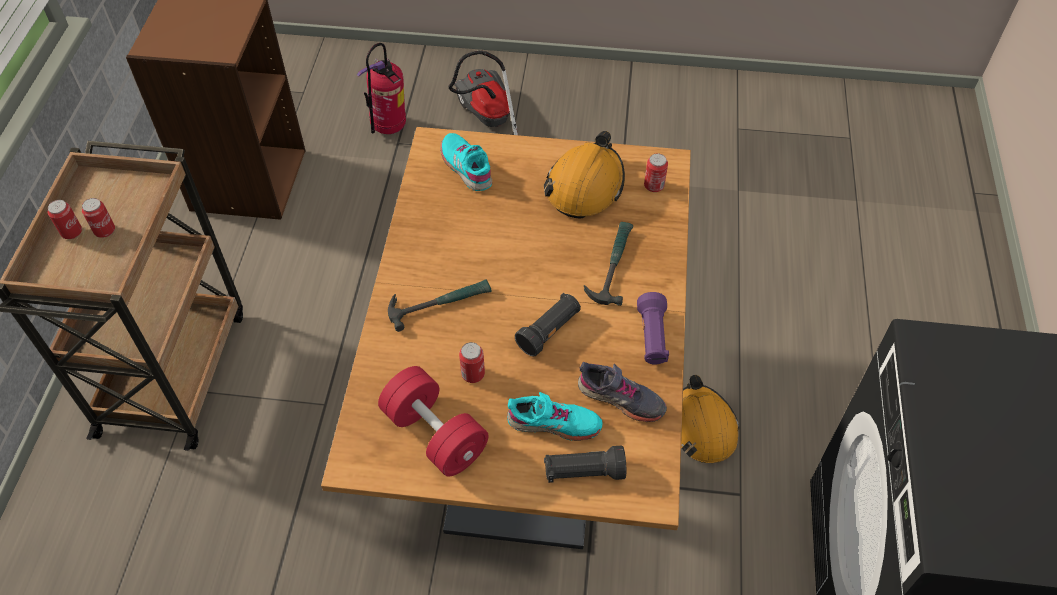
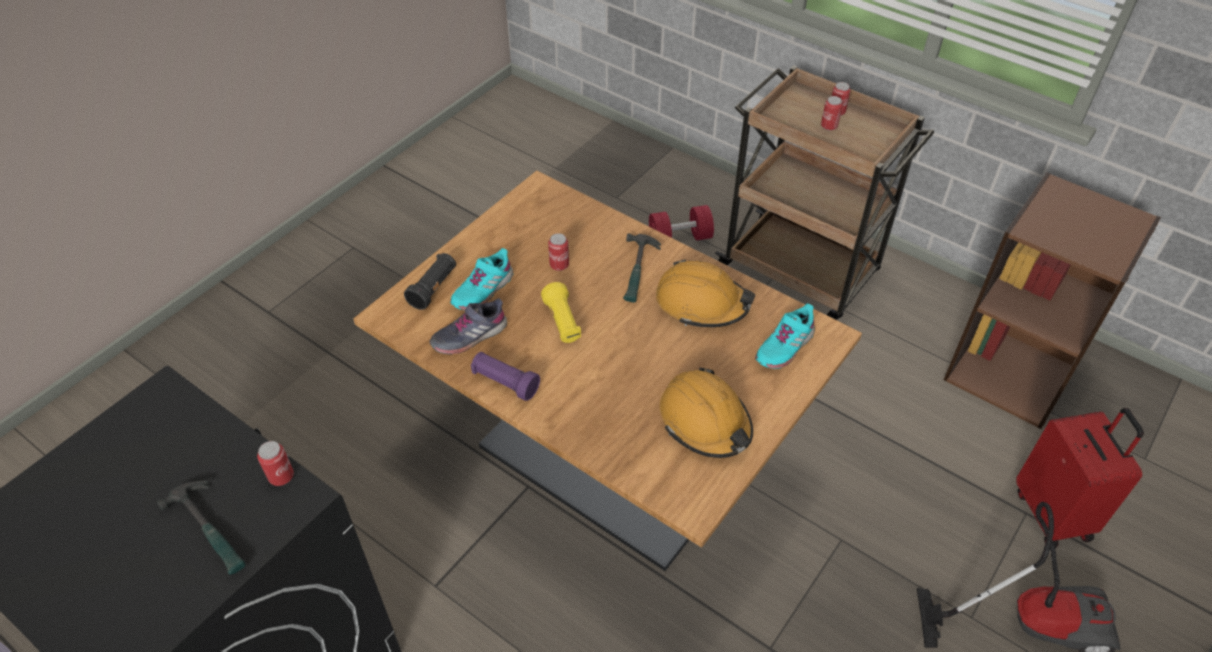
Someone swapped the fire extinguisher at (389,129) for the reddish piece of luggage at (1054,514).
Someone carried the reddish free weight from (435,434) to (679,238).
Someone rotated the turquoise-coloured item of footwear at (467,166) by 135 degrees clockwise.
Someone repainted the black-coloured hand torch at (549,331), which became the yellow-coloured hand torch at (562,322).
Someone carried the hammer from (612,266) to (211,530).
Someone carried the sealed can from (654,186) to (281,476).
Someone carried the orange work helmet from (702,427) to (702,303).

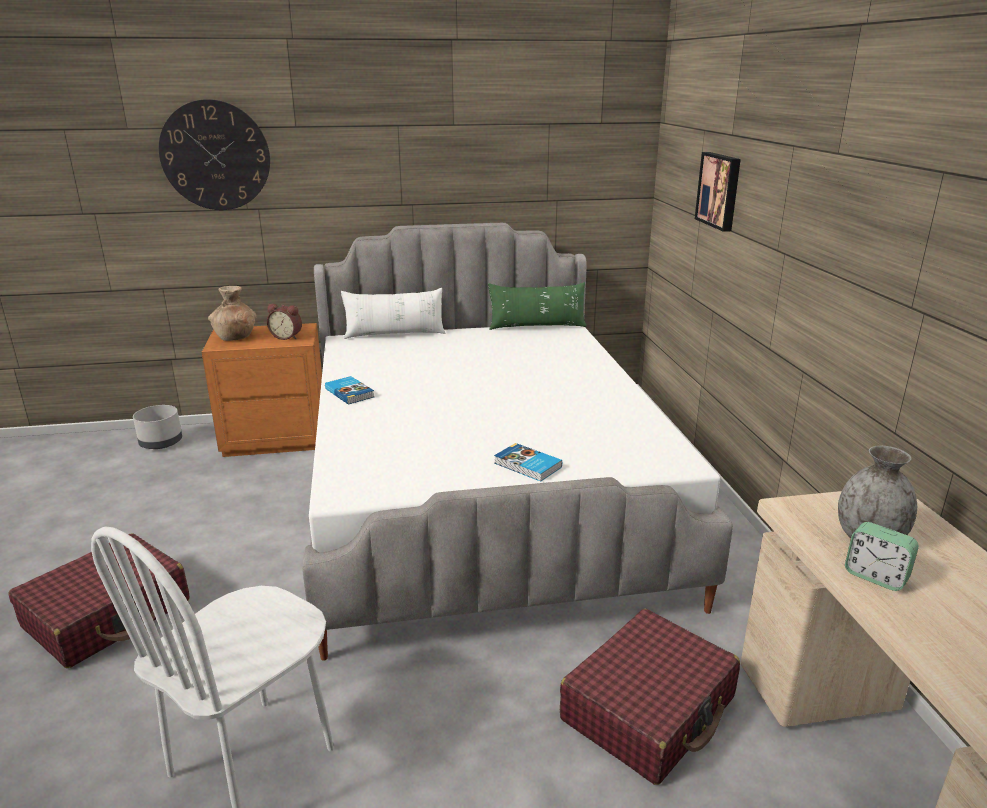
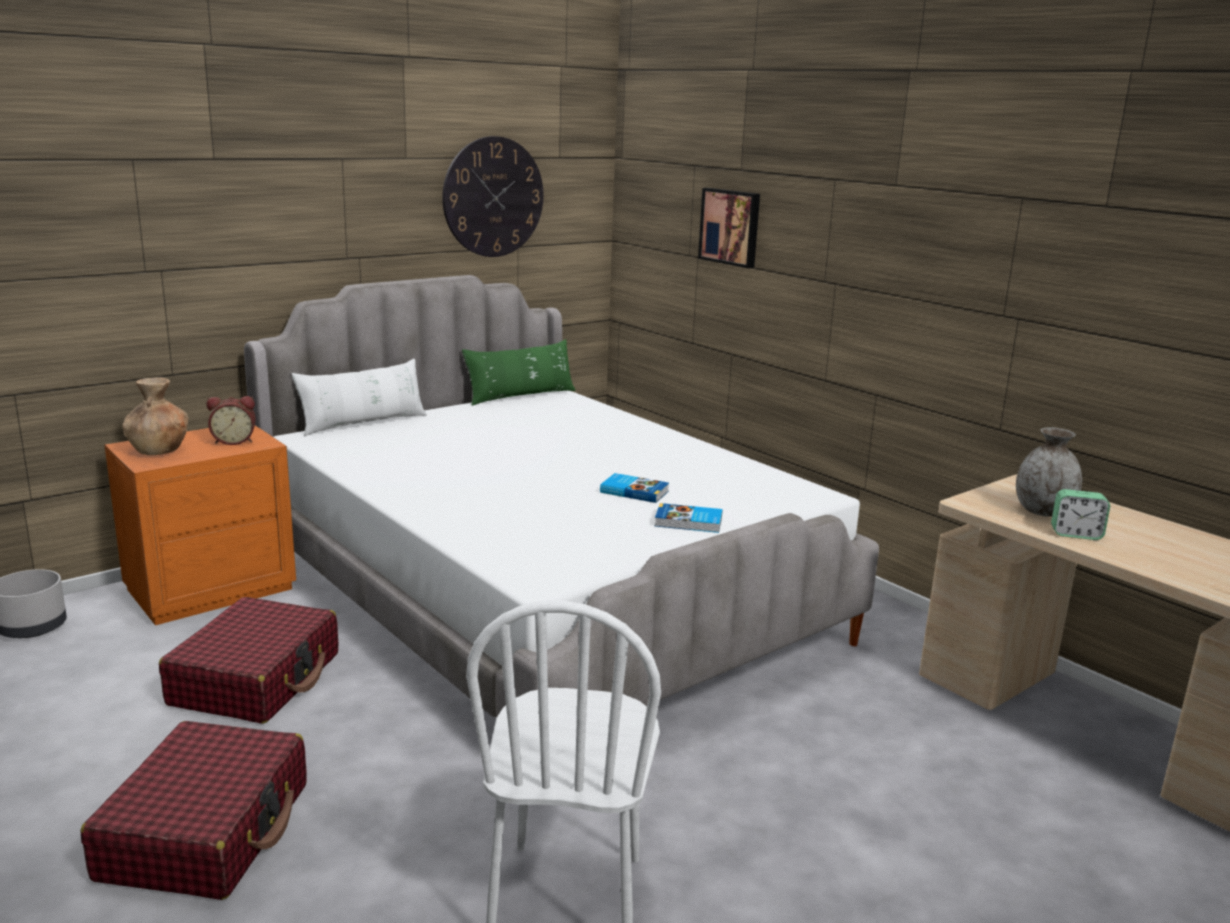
Someone carried the clock on the wall from (215,156) to (493,197).
Someone carried the bound book from (350,393) to (634,491).
Someone carried the reddish piece of luggage from (649,709) to (257,679).

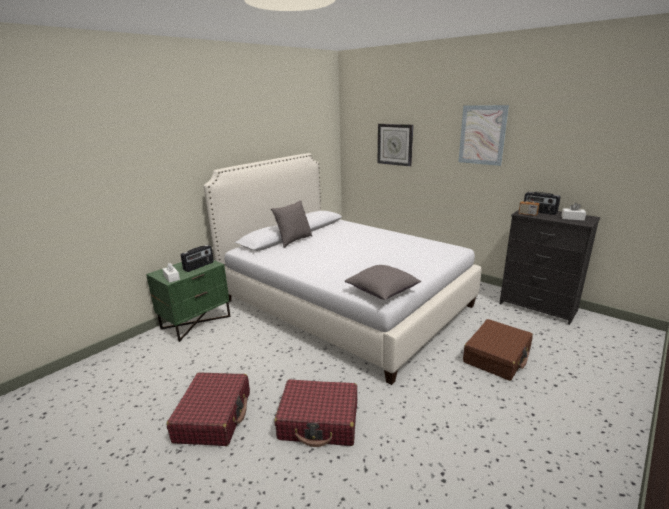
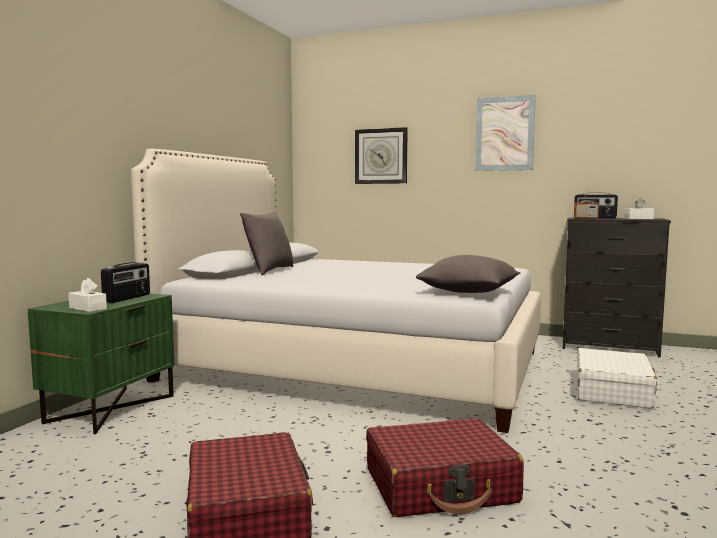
Someone repainted the brown-coloured piece of luggage at (497,357), which became the white-coloured piece of luggage at (612,391).

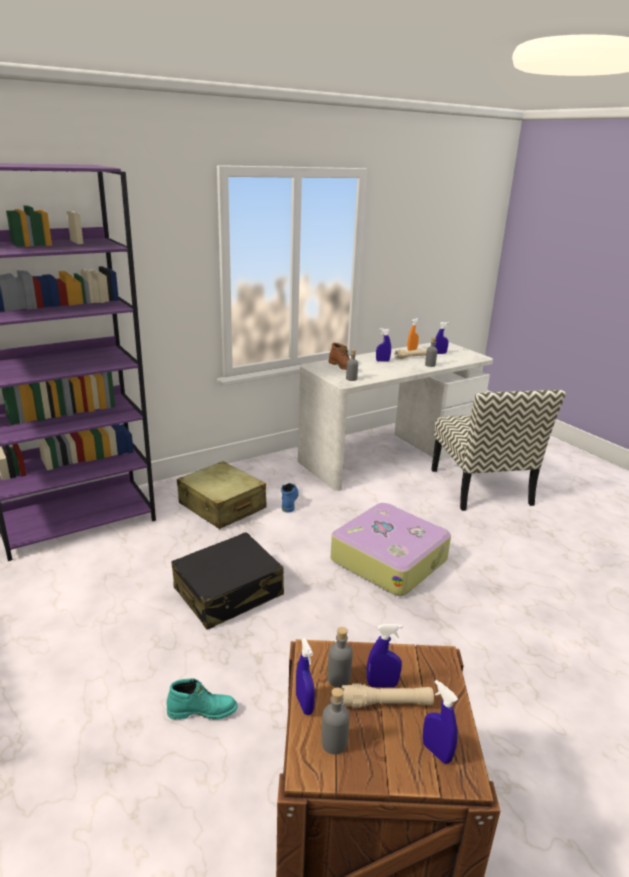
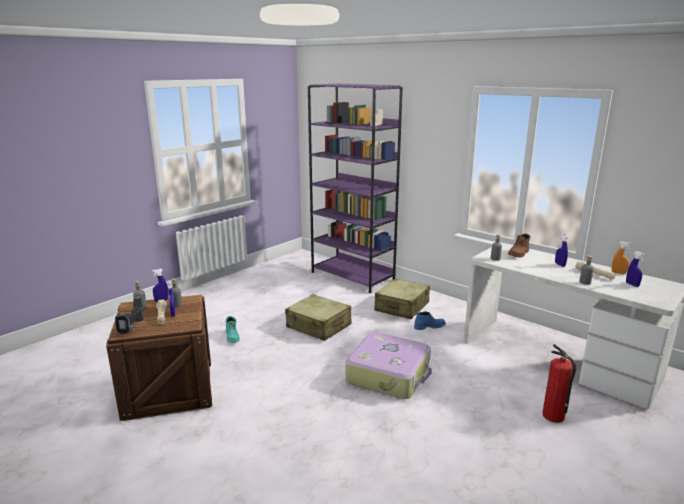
Someone repainted the black-coloured piece of luggage at (229,592), which became the beige-coloured piece of luggage at (319,326).
Someone swapped the blue-coloured hand sprayer at (436,752) for the electric drill at (133,327).
Someone swapped the upright chair at (481,488) for the fire extinguisher at (553,416).

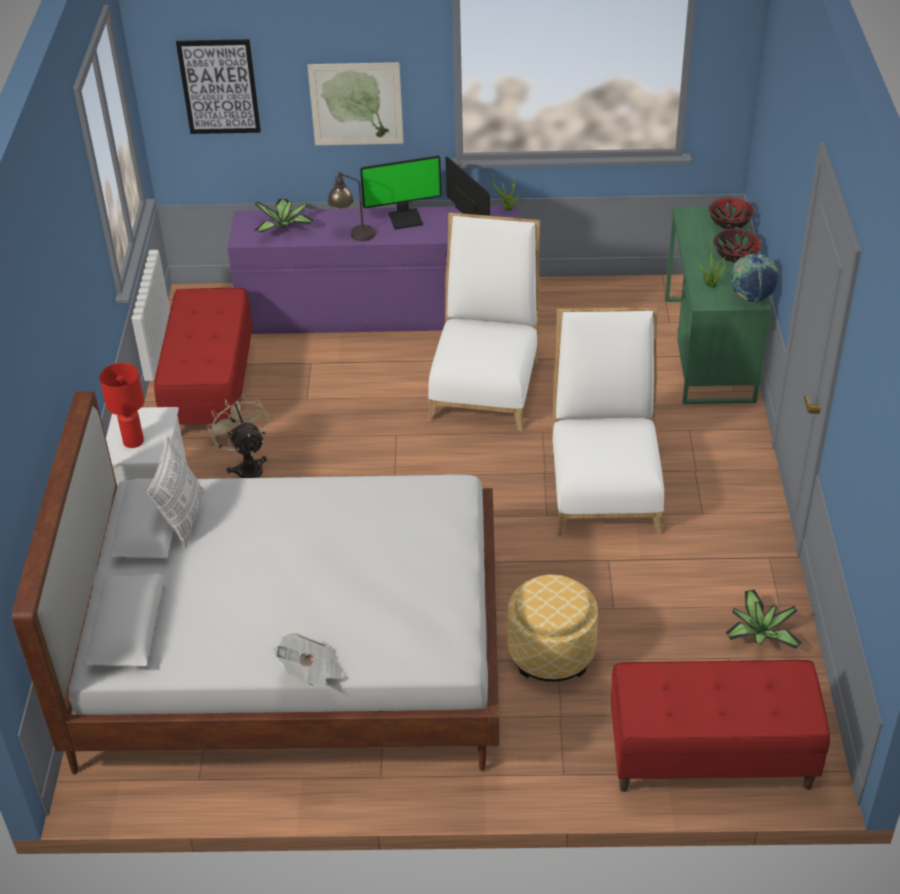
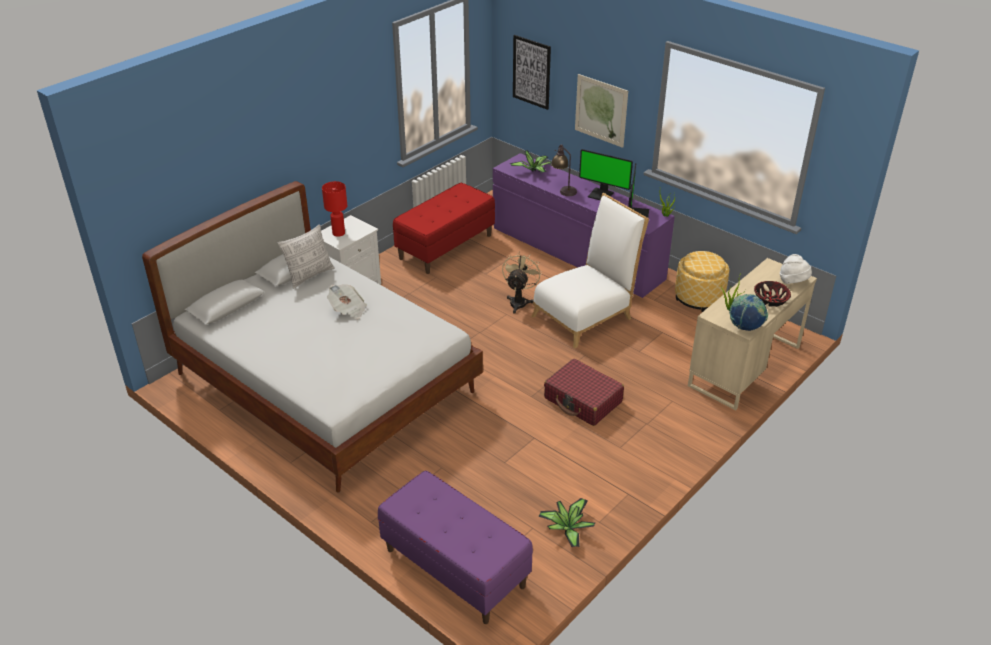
Someone carried the beige-coloured fan from (247,468) to (519,301).
Someone carried the printed paper from (312,672) to (348,310).
Someone carried the pouffe from (551,652) to (699,297).
Someone swapped the white-coloured upright chair at (604,485) for the reddish piece of luggage at (583,400).
Someone repainted the reddish bench at (710,757), which became the purple-coloured bench at (454,568).
Someone repainted the green-coloured desk unit at (708,349), which became the beige-coloured desk unit at (744,366).
Someone swapped the bowl at (729,221) for the white-coloured hat at (793,282).

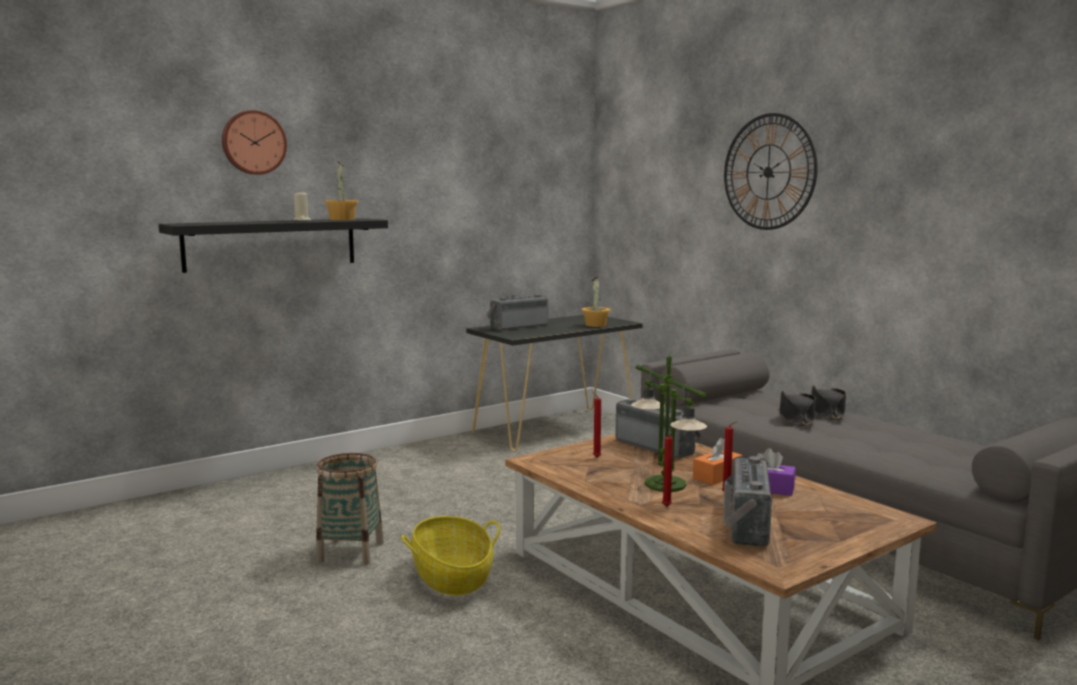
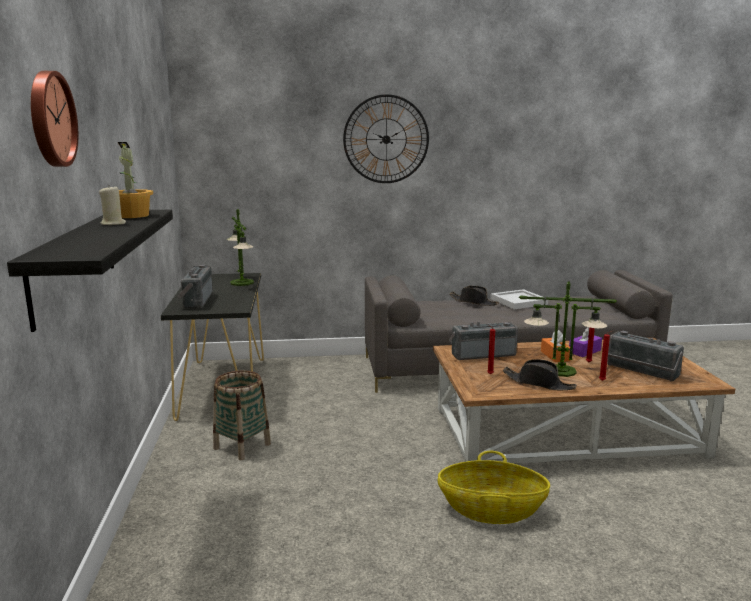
Someone carried the basket from (350,552) to (242,446).
Someone swapped the plant in a pot at (596,325) for the lamp for a table at (241,282).
Someone carried the black-coloured hat from (796,417) to (538,383).
Someone put down the white-coloured carrying tray at (518,302).

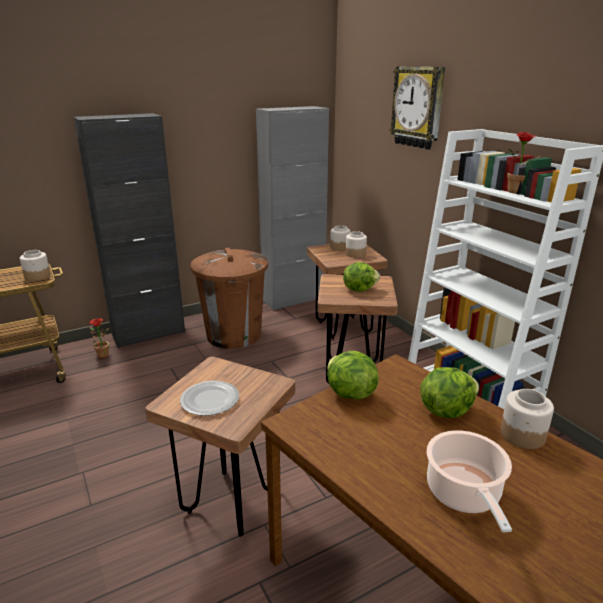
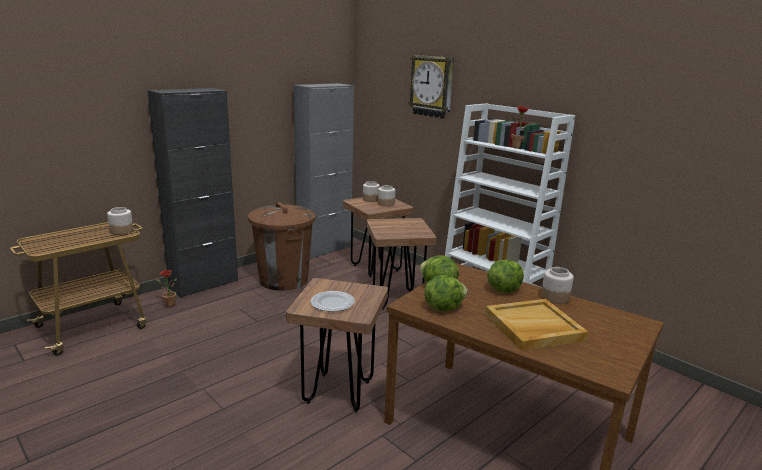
Someone carried the lettuce head from (359,289) to (443,307).
Someone swapped the cooking pot at (464,494) for the beige-coloured carrying tray at (533,327).

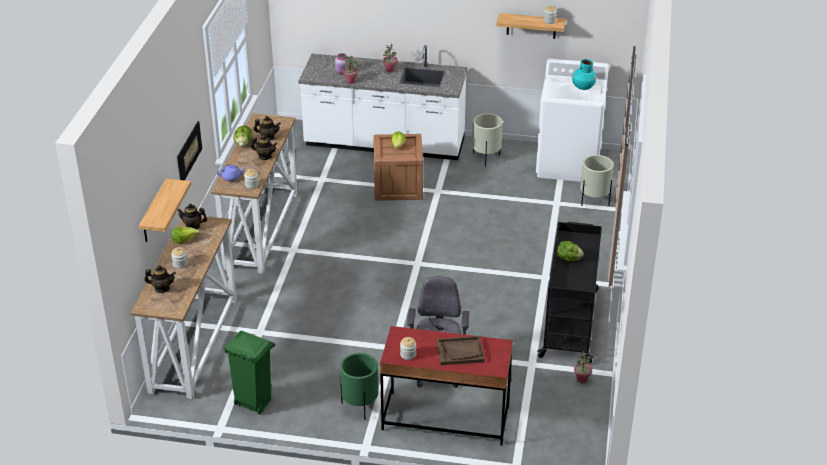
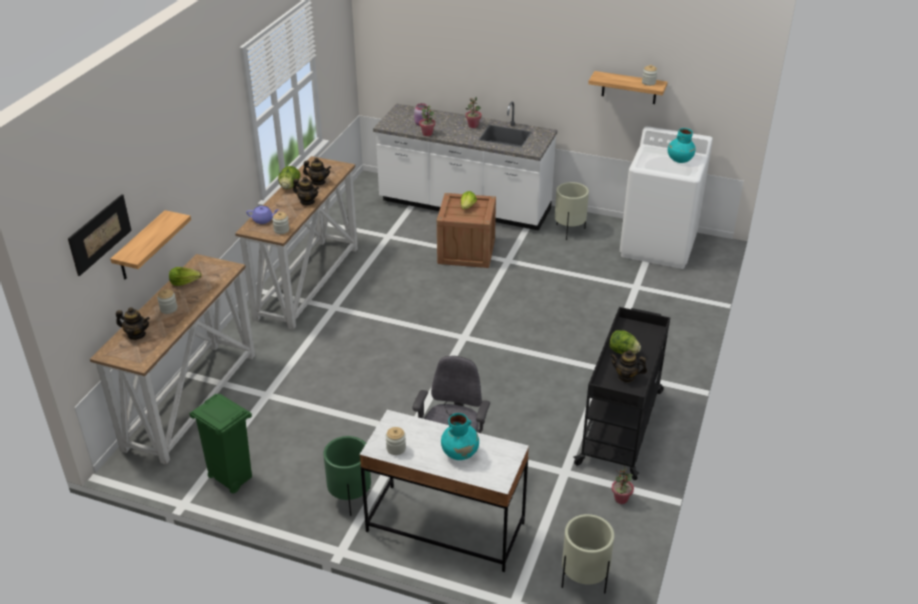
Someone carried the wall picture from (189,152) to (100,234).
Someone carried the teapot from (193,226) to (626,377).
Someone repainted the reddish desk unit at (445,418), which became the white-coloured desk unit at (445,527).
Someone swapped the brown-coloured carrying tray at (460,352) for the turquoise-coloured decorative vase at (460,453).
Someone carried the beige-coloured plant pot from (594,201) to (583,580).

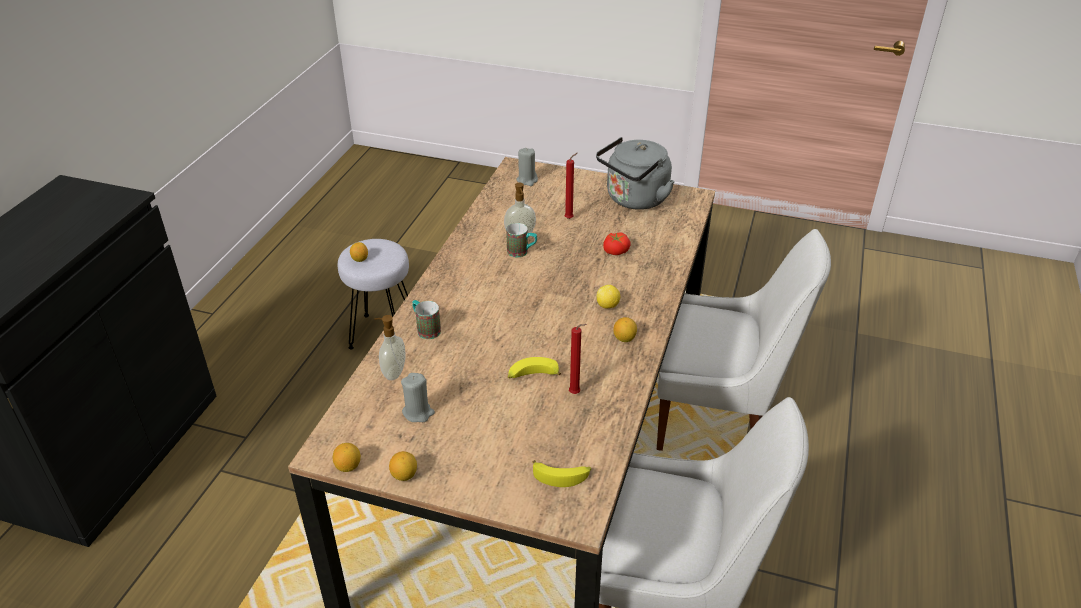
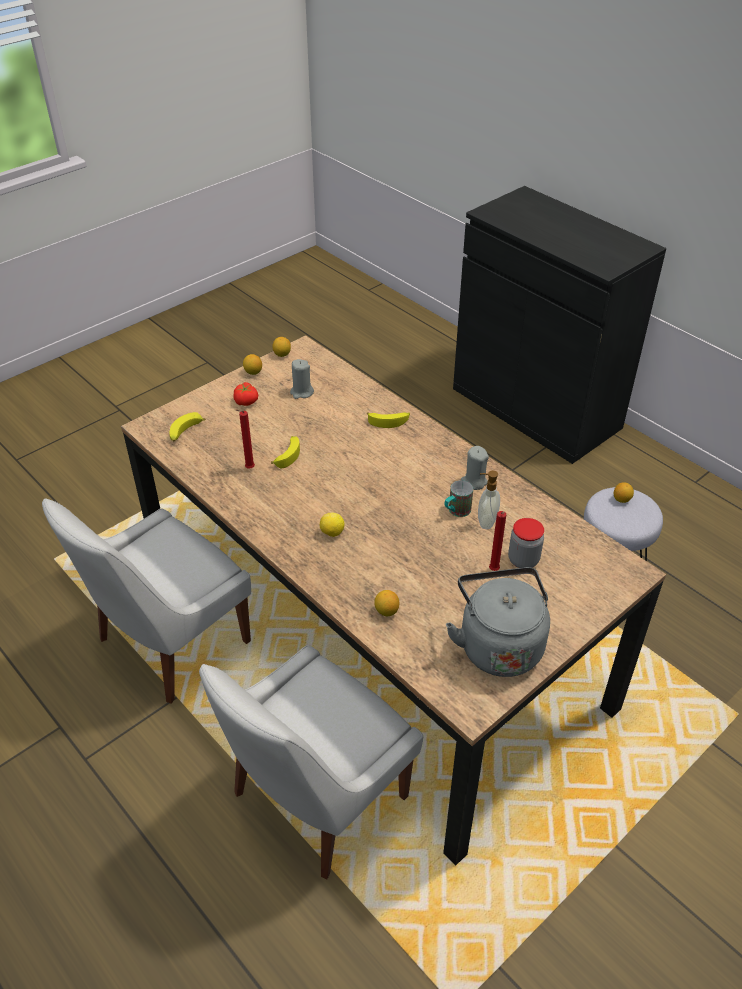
Someone took away the soap bottle at (393,372).
Someone swapped the mug at (425,329) for the banana at (389,421).
Someone carried the gray wax light from (527,180) to (474,481).
Someone carried the fresh tomato from (615,251) to (246,401).
Someone carried the whole lemon from (624,338) to (386,611).
Someone put down the jar at (523,560).

